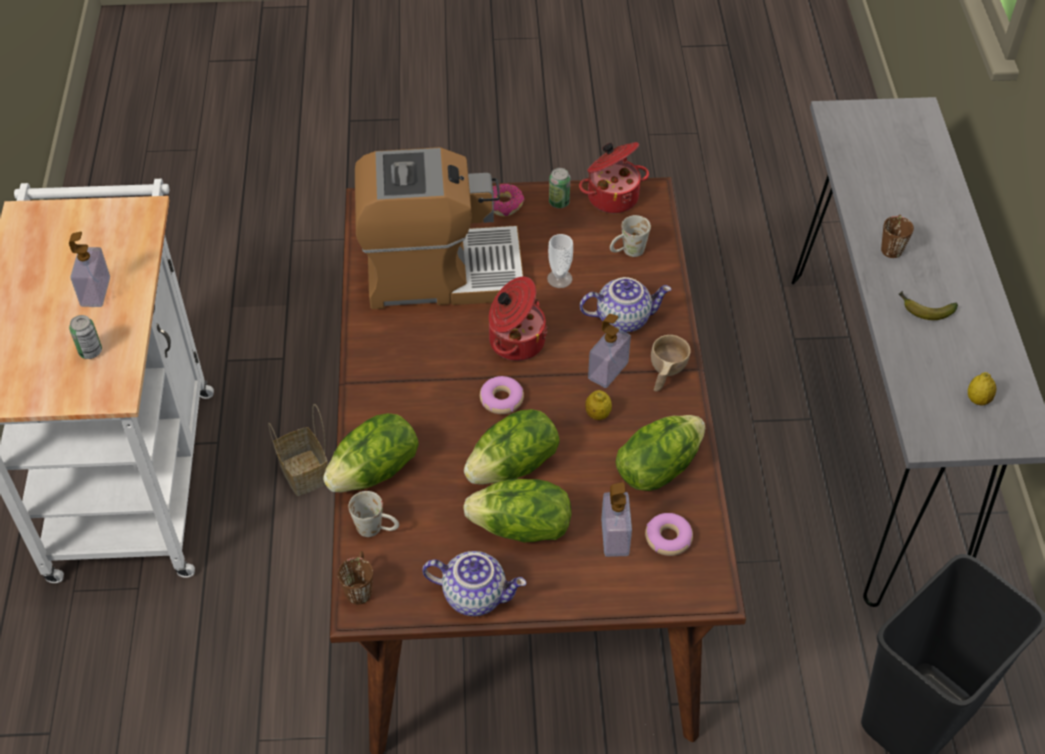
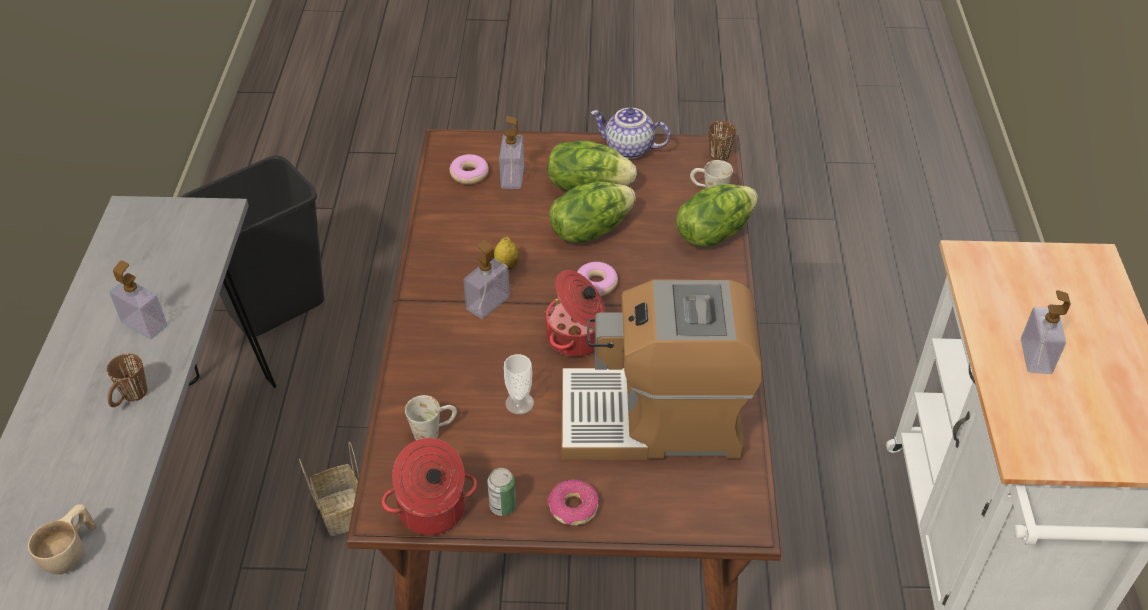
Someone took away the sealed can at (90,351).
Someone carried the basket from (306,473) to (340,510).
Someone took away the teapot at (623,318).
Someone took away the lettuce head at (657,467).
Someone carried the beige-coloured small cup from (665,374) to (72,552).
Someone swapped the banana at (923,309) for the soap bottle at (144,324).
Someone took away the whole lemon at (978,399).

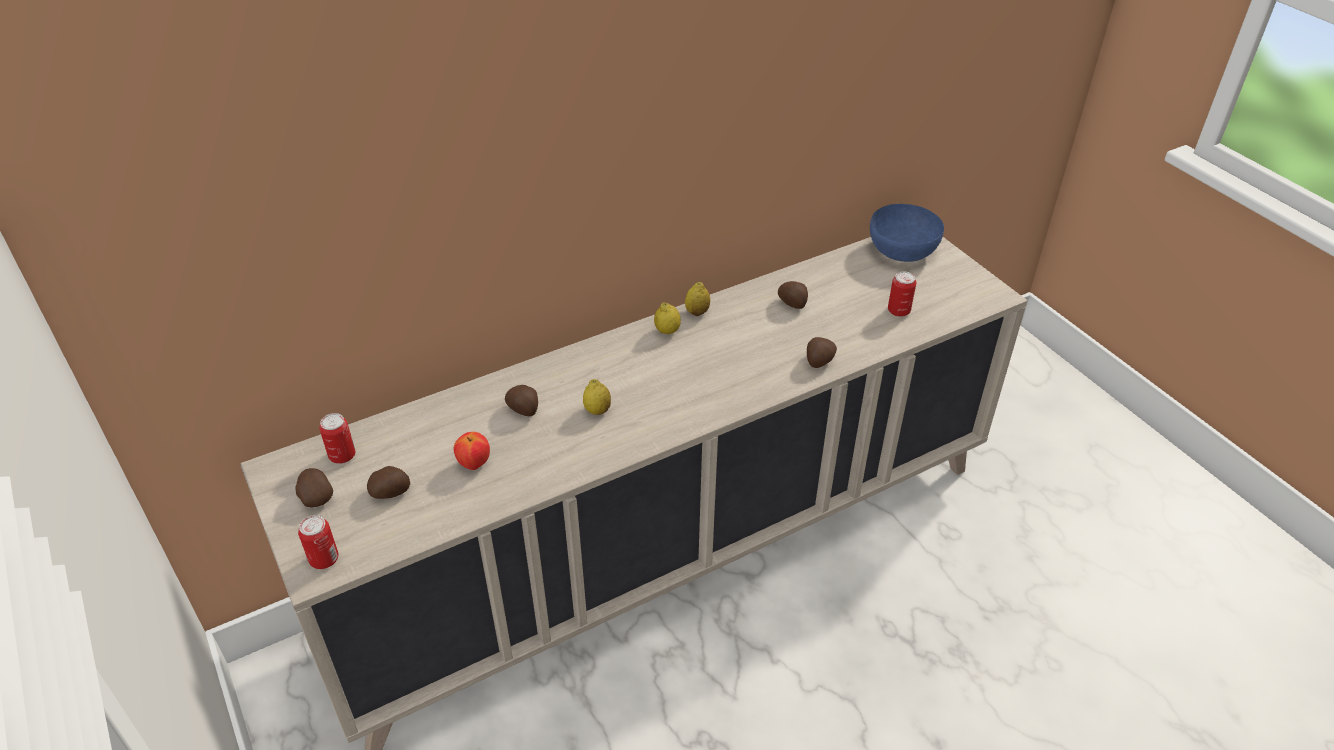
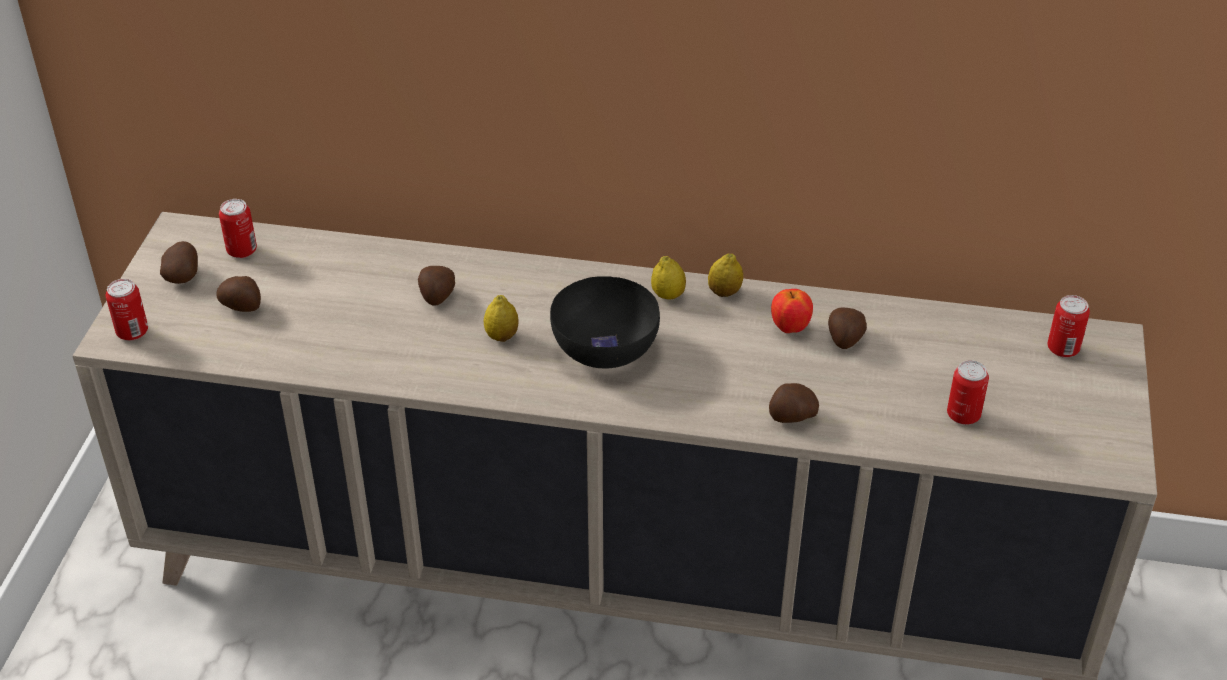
Someone carried the apple from (474,464) to (790,328).
Someone swapped the blue-coloured bowl at (901,250) for the sealed can at (1063,349).
Someone put down the black-coloured bowl at (603,348).

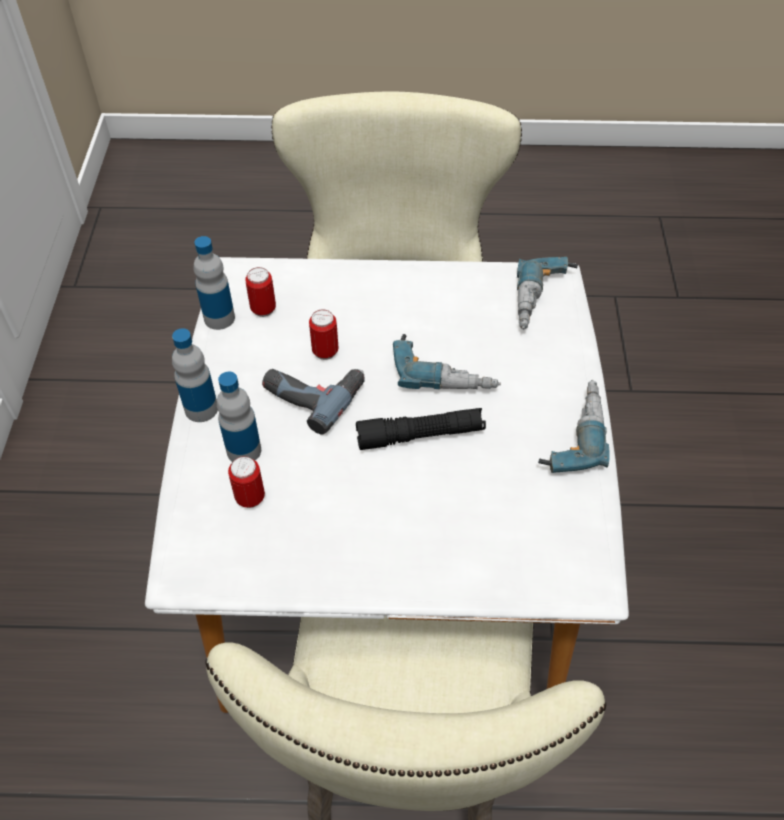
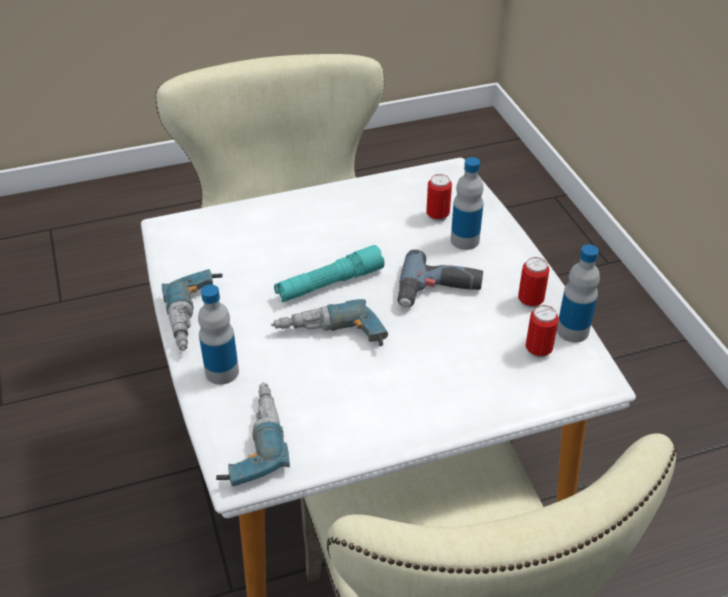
Someone carried the bottle from (201,408) to (222,372).
Someone carried the sealed can from (325,351) to (530,301).
Someone repainted the black-coloured hand torch at (420,435), which became the turquoise-coloured hand torch at (329,284).

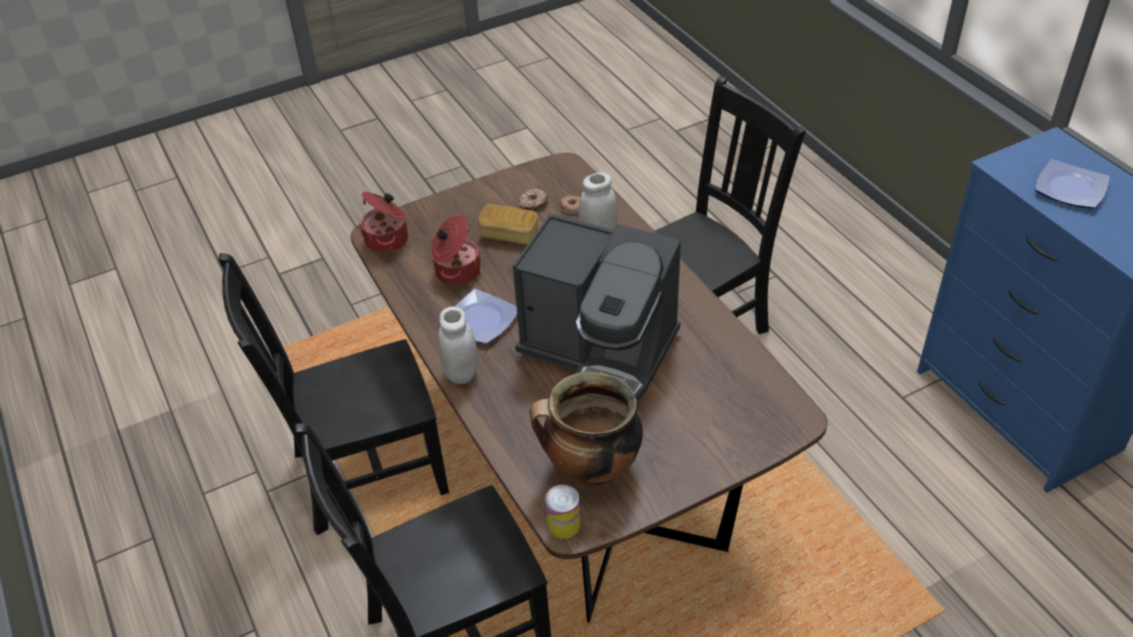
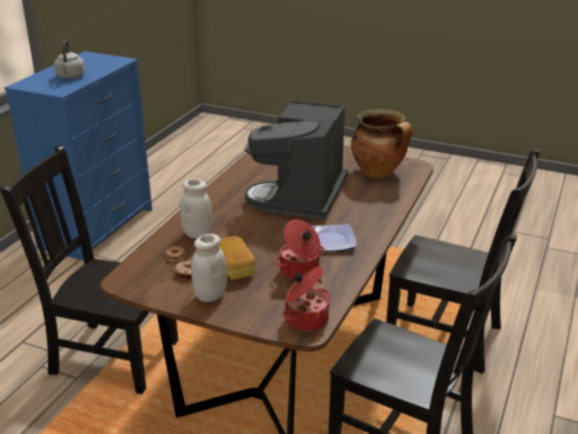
Someone carried the white-coloured jar from (461,373) to (210,295).
Someone rotated the coffee brewer at (600,351) by 150 degrees counterclockwise.
Someone took away the sealed can at (563,524).
Someone swapped the plate at (1068,189) for the gray water kettle at (70,77).

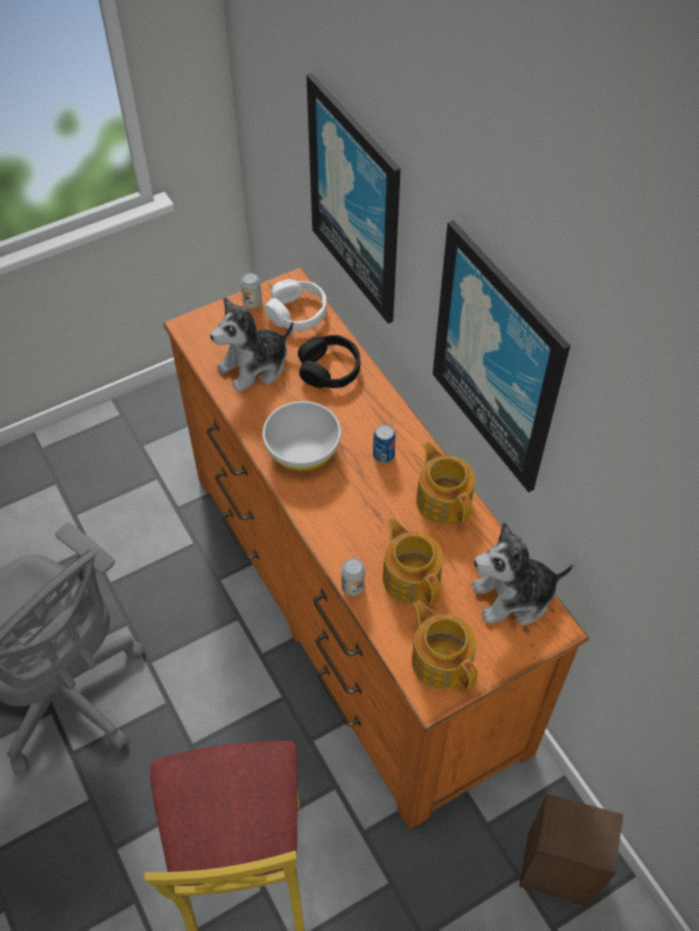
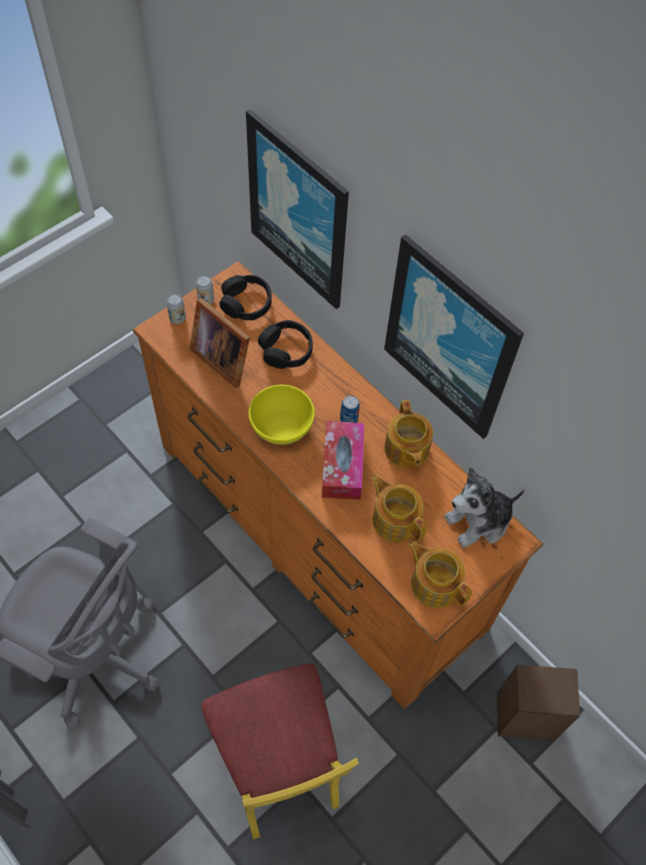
Someone swapped the plush toy at (255,366) for the picture frame at (222,357).
Someone repainted the white-coloured bowl at (302,451), which became the yellow-coloured bowl at (281,426).
Someone repainted the white-coloured headset at (297,313), which became the black-coloured headset at (246,303).
Someone carried the sealed can from (353,587) to (177,318).
Someone rotated the teapot at (443,500) by 150 degrees counterclockwise.
Someone put down the box of tissues at (342,465).

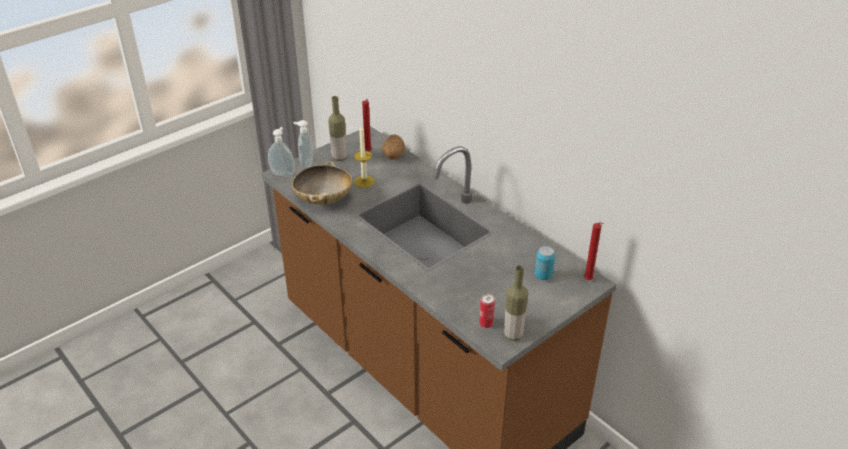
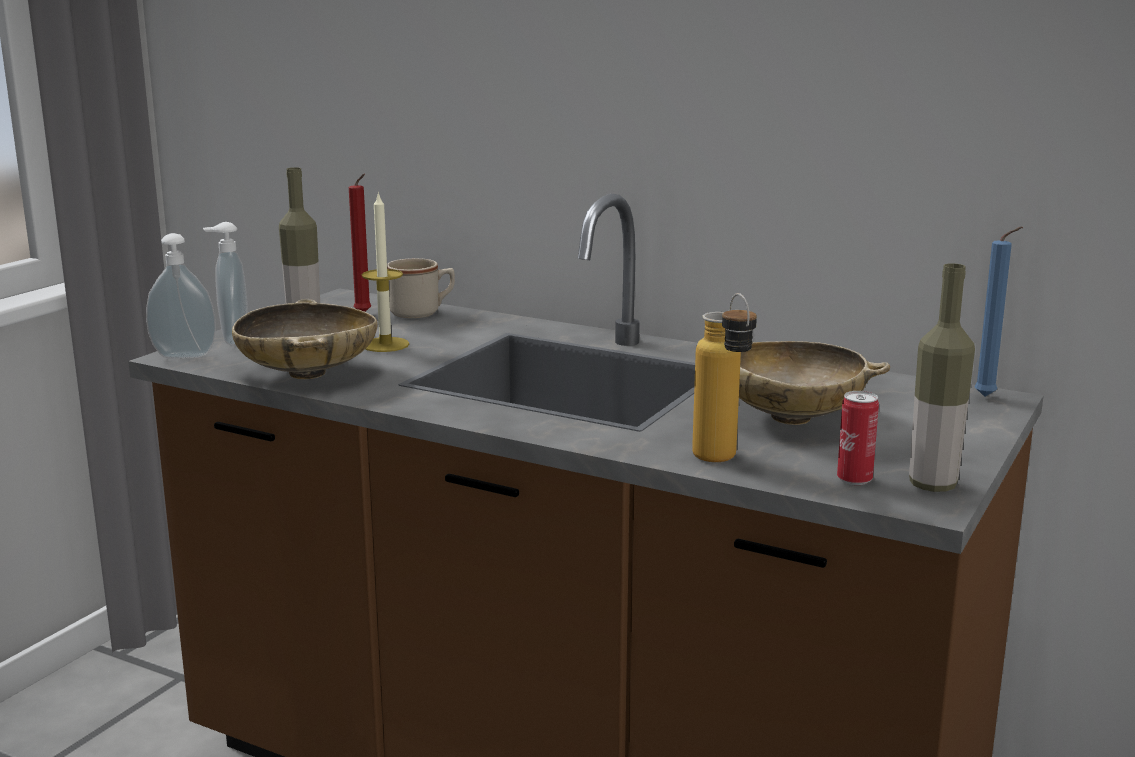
Someone swapped the spud at (393,156) for the beige-coloured mug at (422,312).
Someone took away the sealed can at (543,276).
Someone repainted the reddish wax light at (589,281), which became the blue-coloured wax light at (988,397).
Someone put down the bottle at (722,462).
Someone put down the beige-coloured bowl at (791,418).

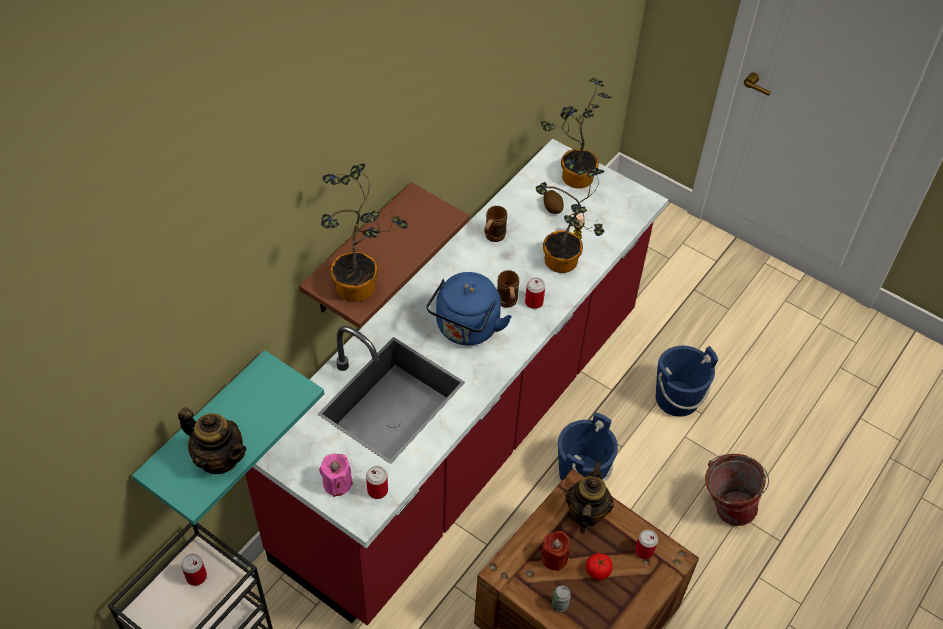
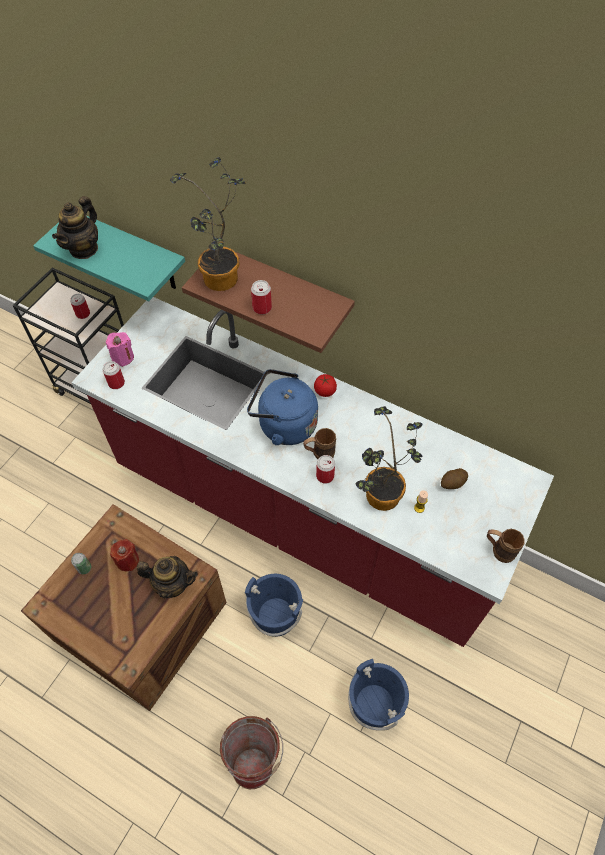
Someone carried the brown-coloured mug from (492,238) to (498,550).
Someone took away the plant in a pot at (572,177).
Someone carried the fresh tomato from (598,571) to (325,391).
Someone carried the sealed can from (644,551) to (262,308).

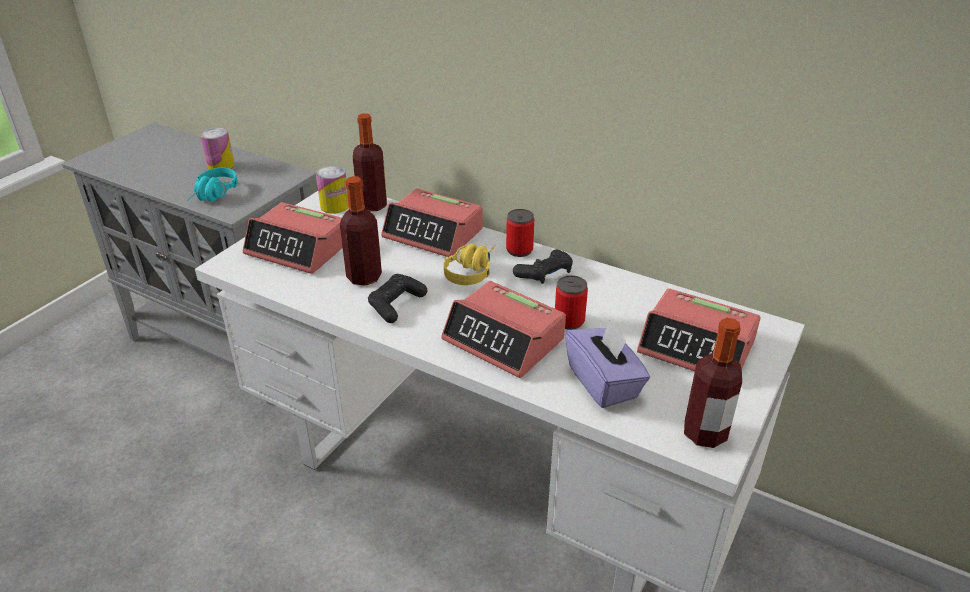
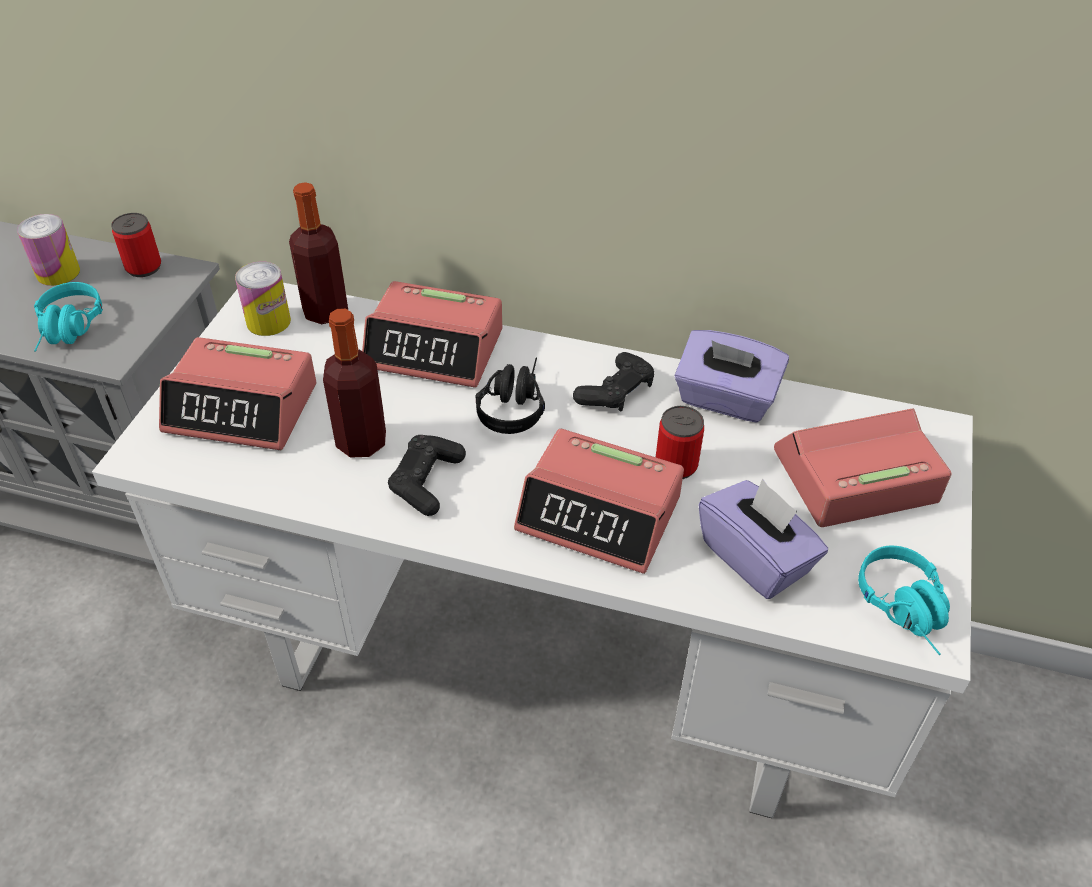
Someone repainted the yellow-coloured headset at (472,271), which became the black-coloured headset at (513,404).
Someone carried the sealed can from (519,250) to (144,267).
Someone rotated the table clock at (697,347) by 150 degrees clockwise.
Someone swapped the bottle at (704,433) for the turquoise-coloured headset at (908,611).
Someone put down the purple-coloured box of tissues at (725,399).

